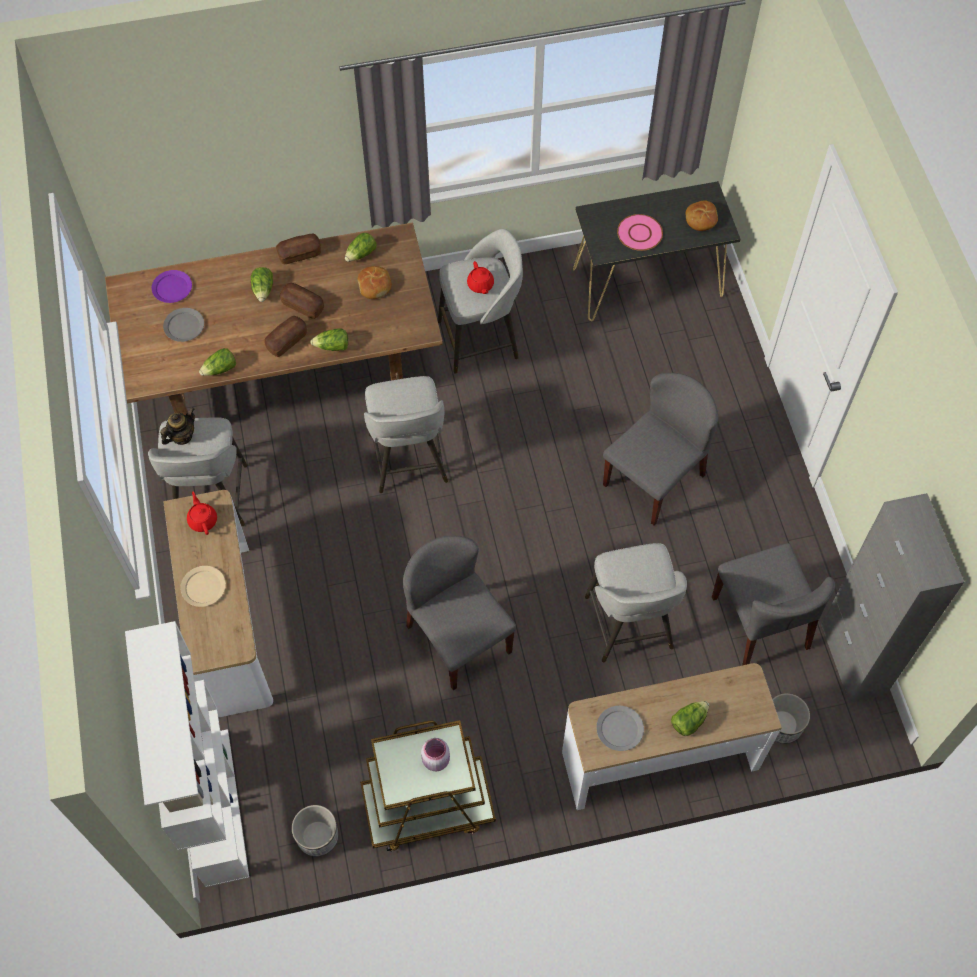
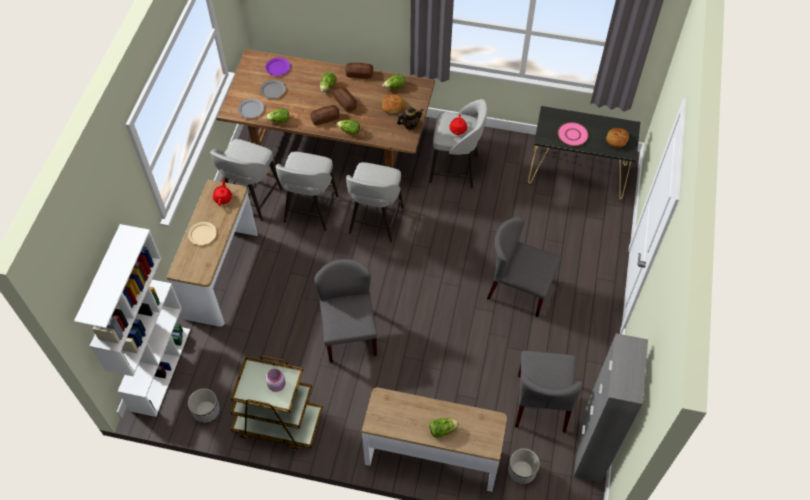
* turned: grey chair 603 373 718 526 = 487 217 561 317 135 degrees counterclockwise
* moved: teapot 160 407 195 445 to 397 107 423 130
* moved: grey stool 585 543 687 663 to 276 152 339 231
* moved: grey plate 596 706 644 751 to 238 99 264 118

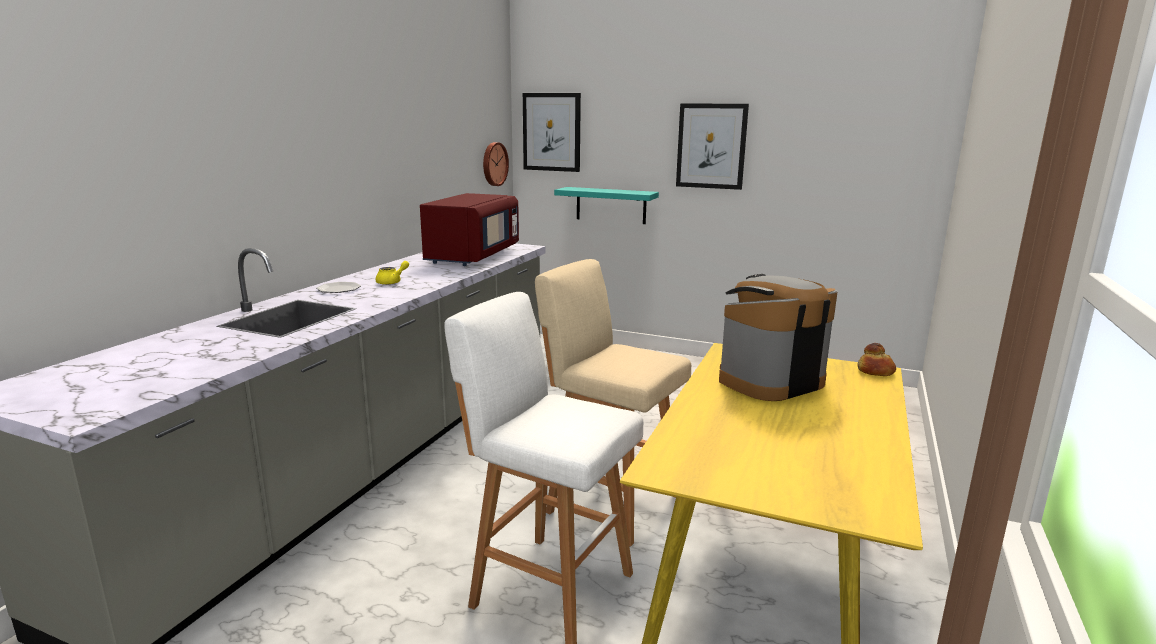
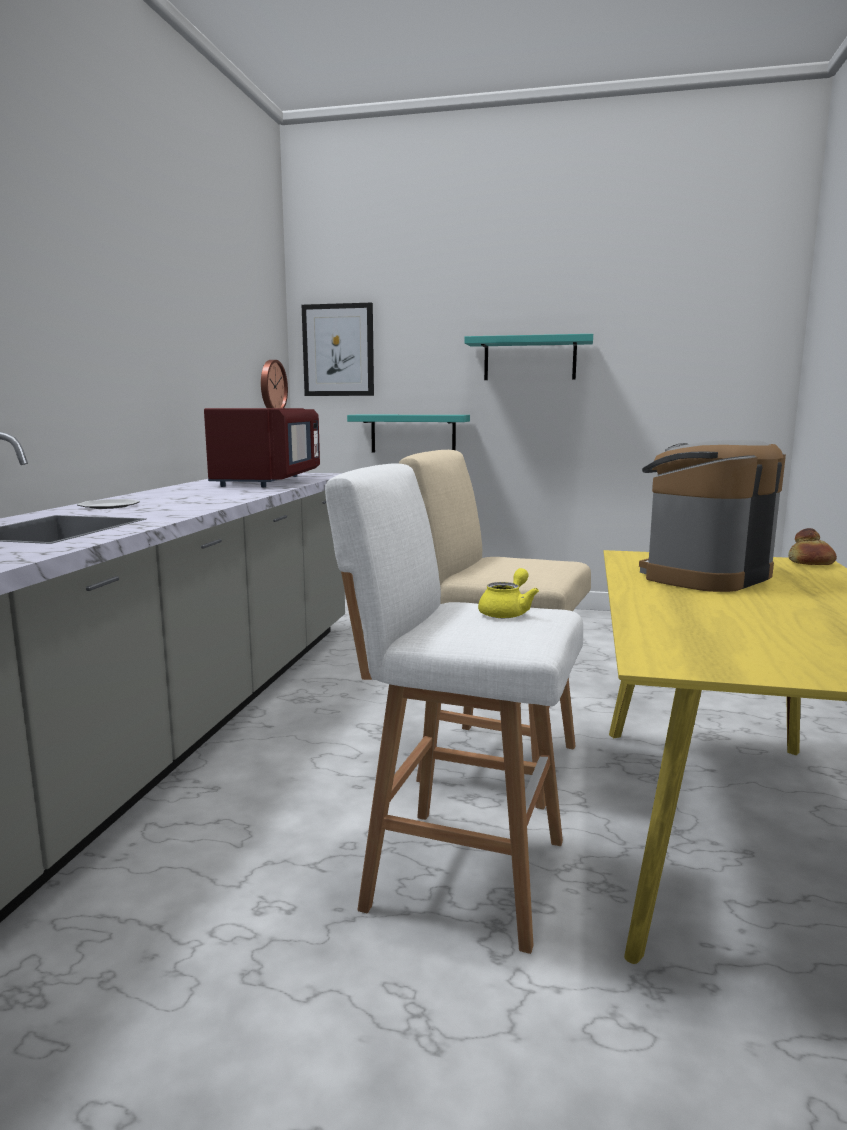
* replaced: picture 676 103 749 190 to turquoise shelf 464 334 593 380
* moved: yellow teapot 376 261 409 285 to 478 568 539 618

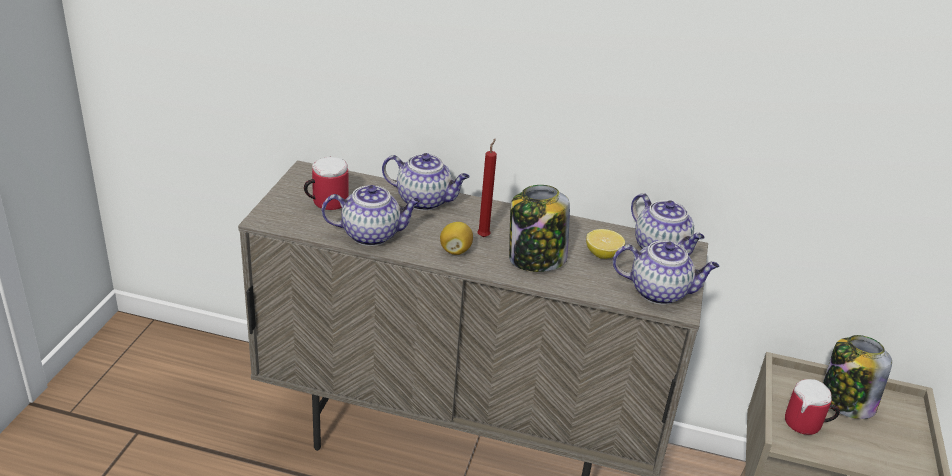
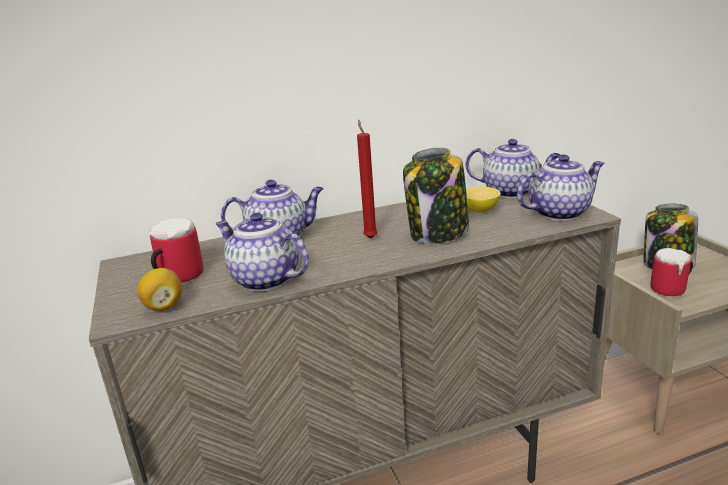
* turned: teapot 322 185 421 246 = 216 213 309 291 105 degrees counterclockwise
* moved: lemon 440 222 473 255 to 137 268 183 311

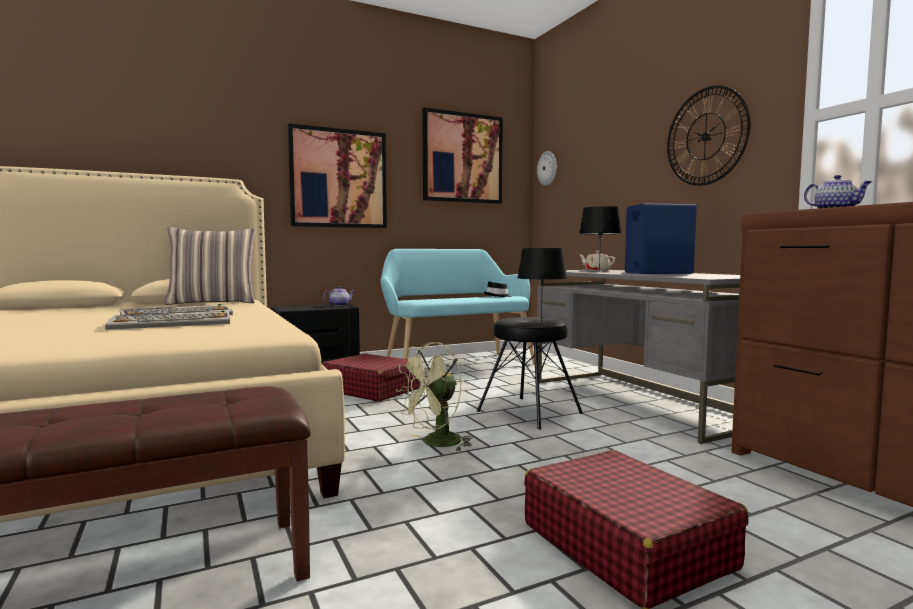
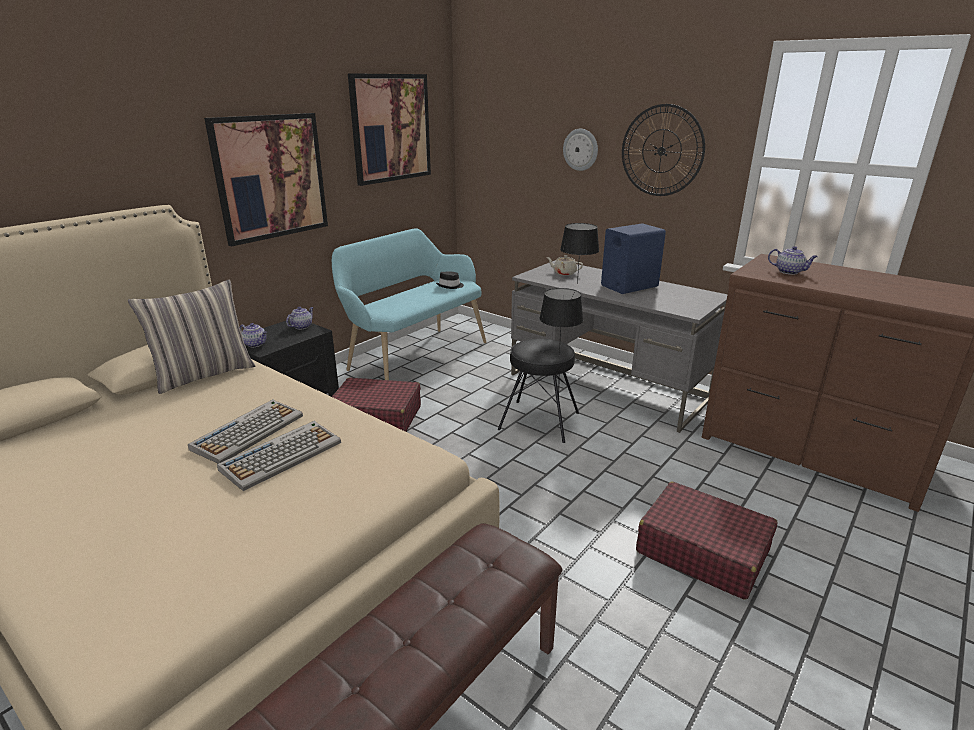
* moved: wall clock 537 151 557 186 to 563 129 598 171
* removed: green fan 396 342 473 451
* added: teapot 240 323 267 347

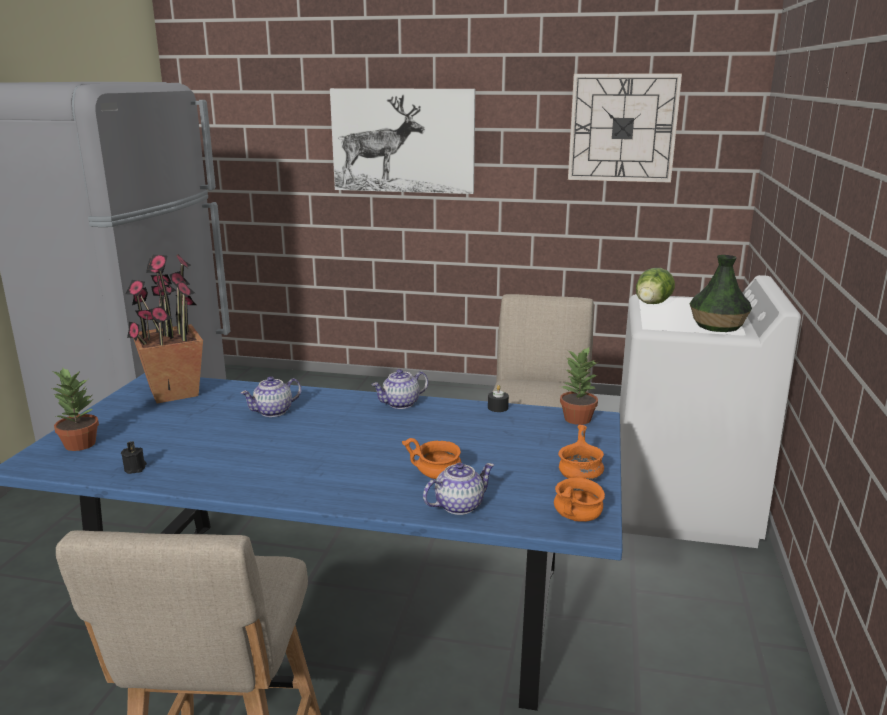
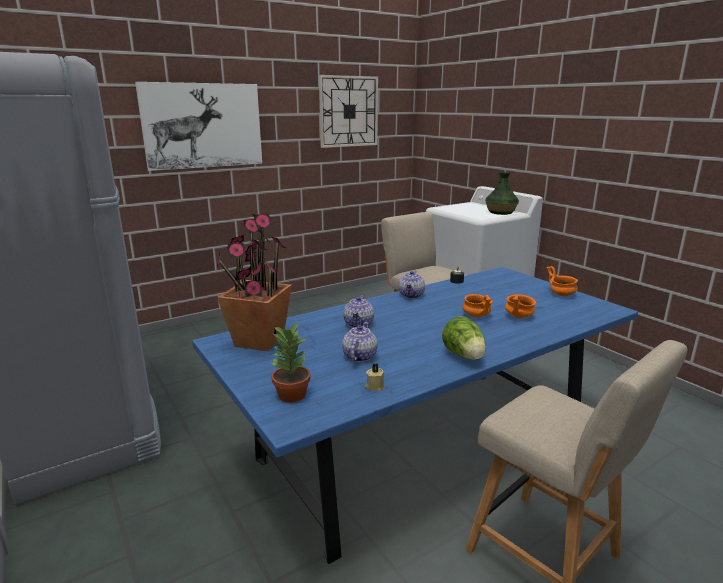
* moved: lettuce 636 268 675 304 to 442 316 486 360
* removed: potted plant 560 346 599 425
* recoloured: black candle 121 441 147 474 to beige candle 365 363 385 391
* moved: teapot 423 463 494 515 to 342 322 378 362
* moved: orange bowl 554 478 605 522 to 462 294 493 318

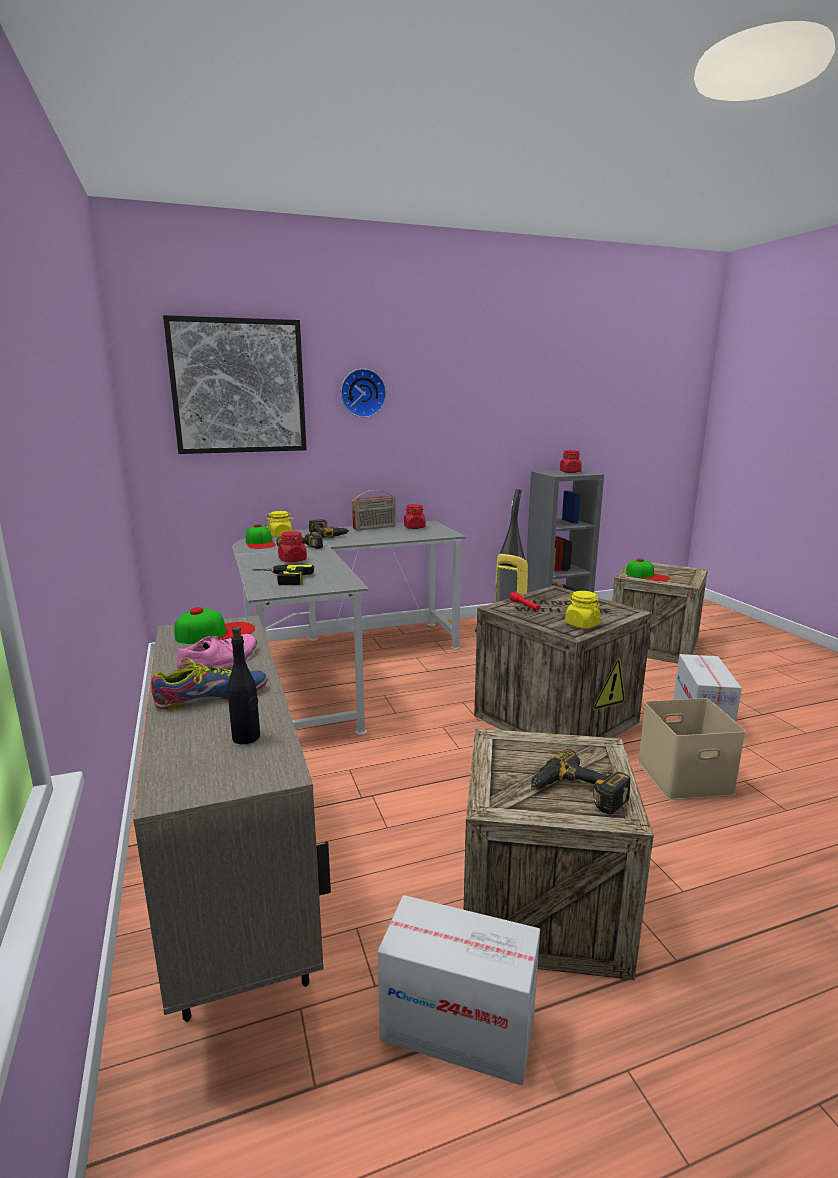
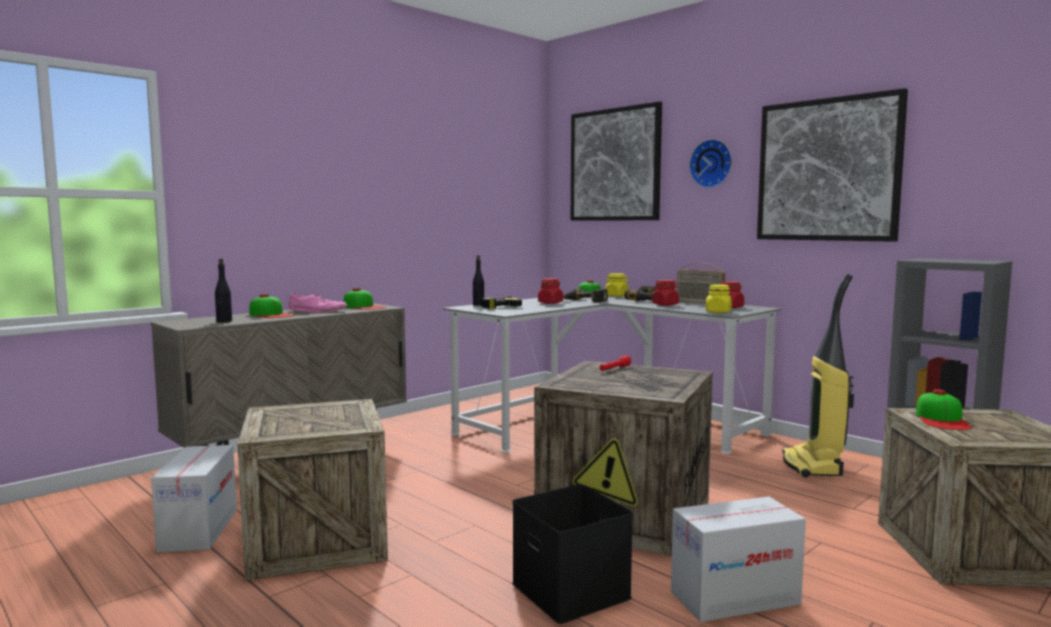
* moved: red jar 560 450 582 473 to 652 280 679 306
* moved: yellow jar 565 591 601 629 to 706 284 732 313
* replaced: shoe 151 658 268 710 to cap 249 294 295 318
* recoloured: beige storage box 638 698 746 800 to black storage box 512 484 633 624
* removed: power drill 531 749 630 815
* added: picture 757 88 908 242
* added: black bottle 473 255 484 306

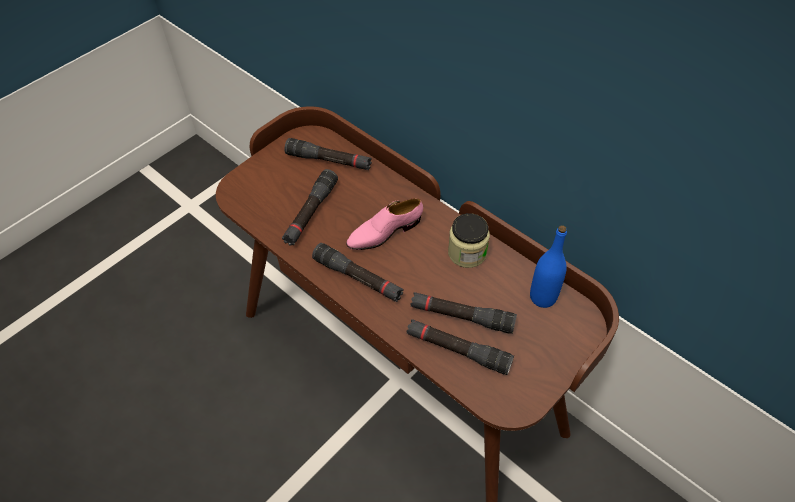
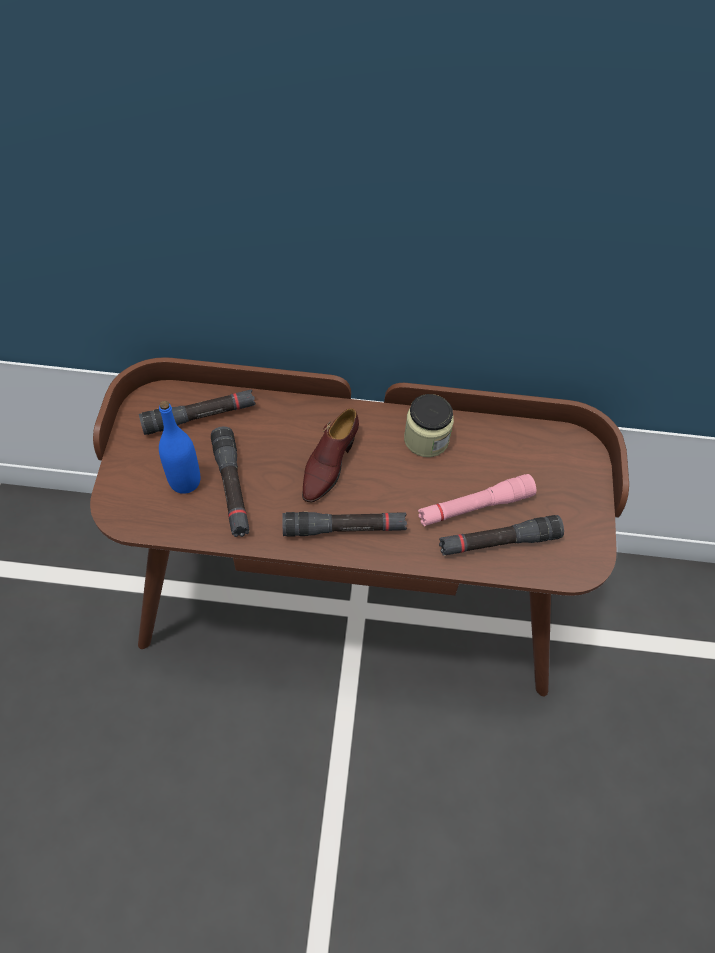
* recoloured: pink shoe 346 198 423 250 to brown shoe 302 408 359 502
* moved: blue bottle 530 225 567 308 to 159 401 200 494
* recoloured: black flashlight 410 292 517 334 to pink flashlight 418 474 536 526

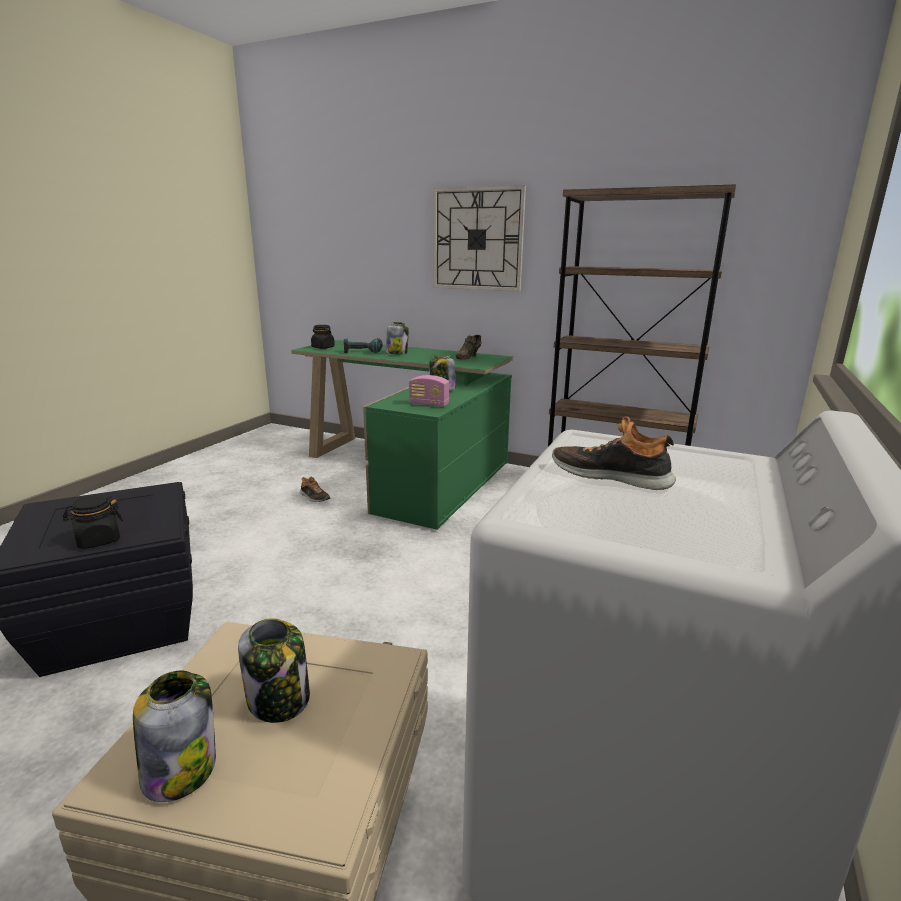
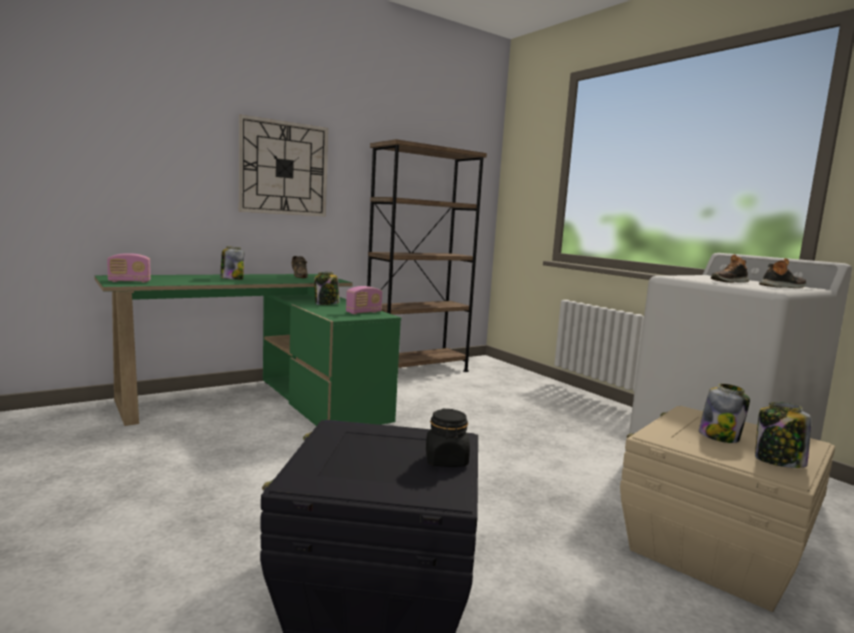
* replaced: black jar 311 325 335 349 to radio 107 253 151 282
* removed: power drill 344 338 383 353
* moved: shoe 300 477 330 502 to 759 258 806 288

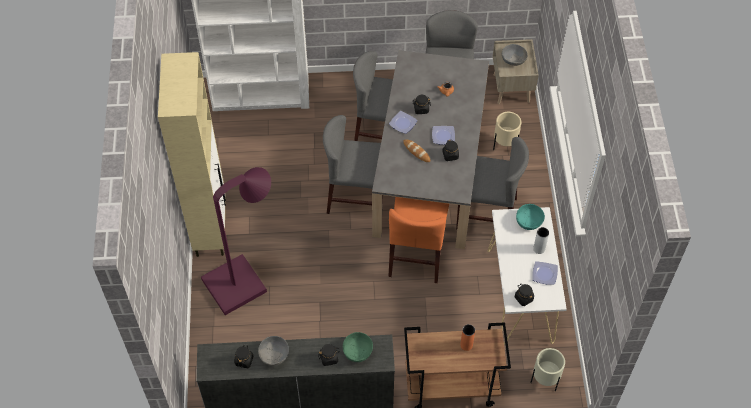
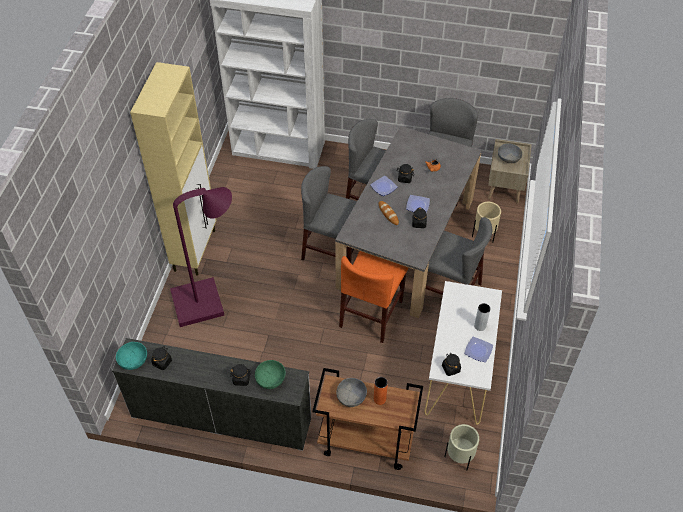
* moved: turquoise bowl 516 204 545 230 to 116 342 147 370
* moved: grey bowl 258 336 289 366 to 336 378 367 407

